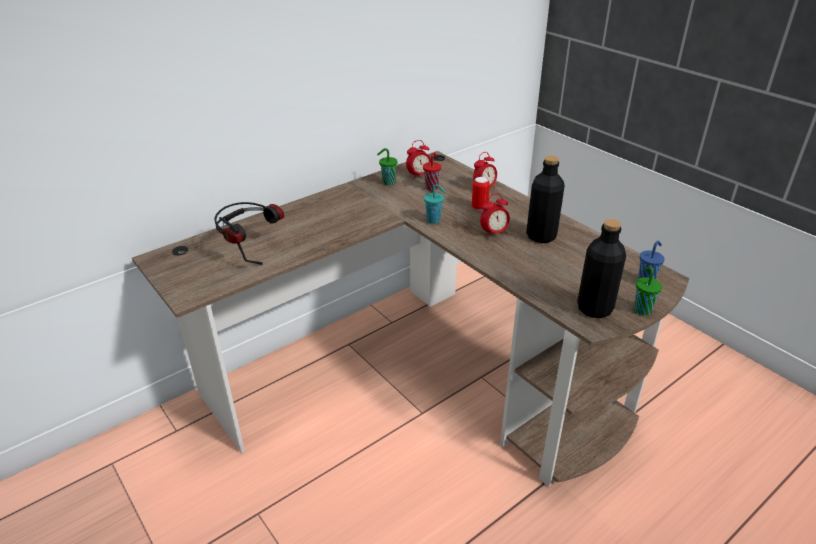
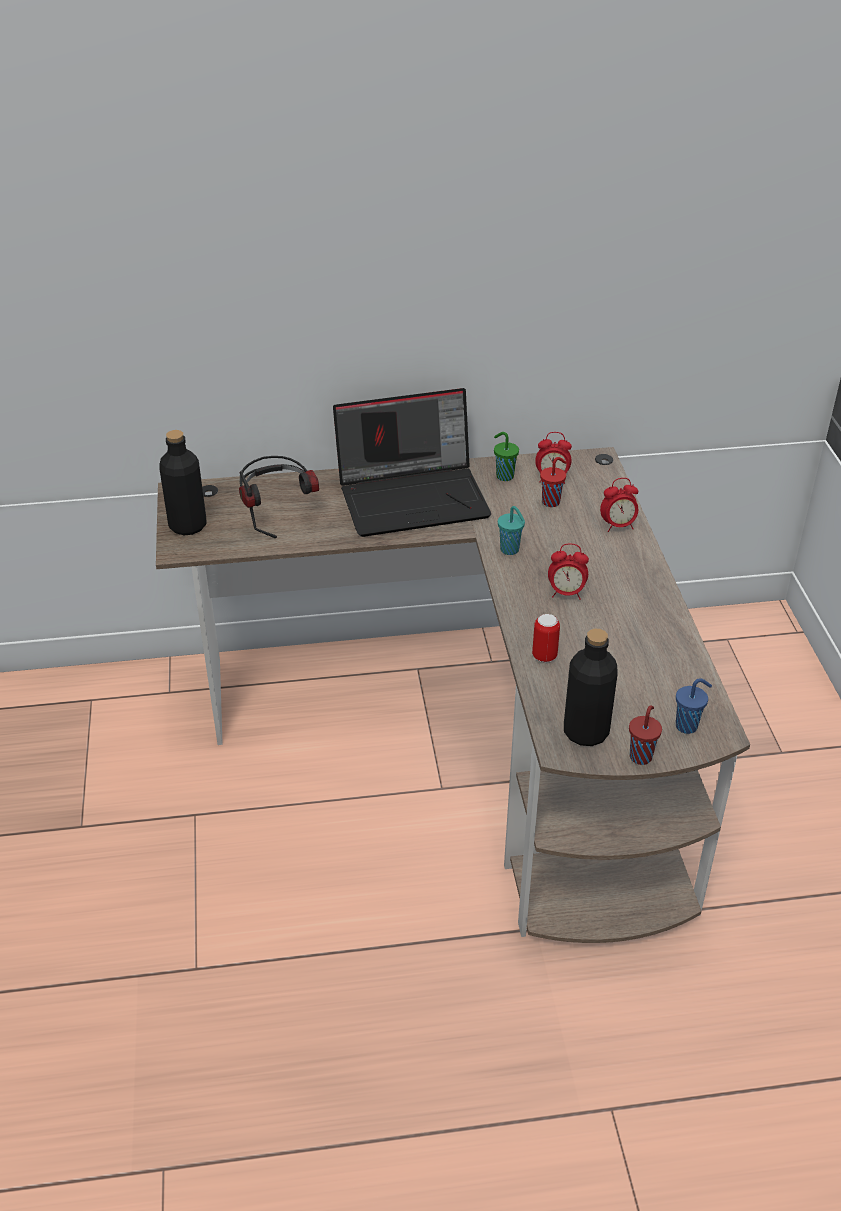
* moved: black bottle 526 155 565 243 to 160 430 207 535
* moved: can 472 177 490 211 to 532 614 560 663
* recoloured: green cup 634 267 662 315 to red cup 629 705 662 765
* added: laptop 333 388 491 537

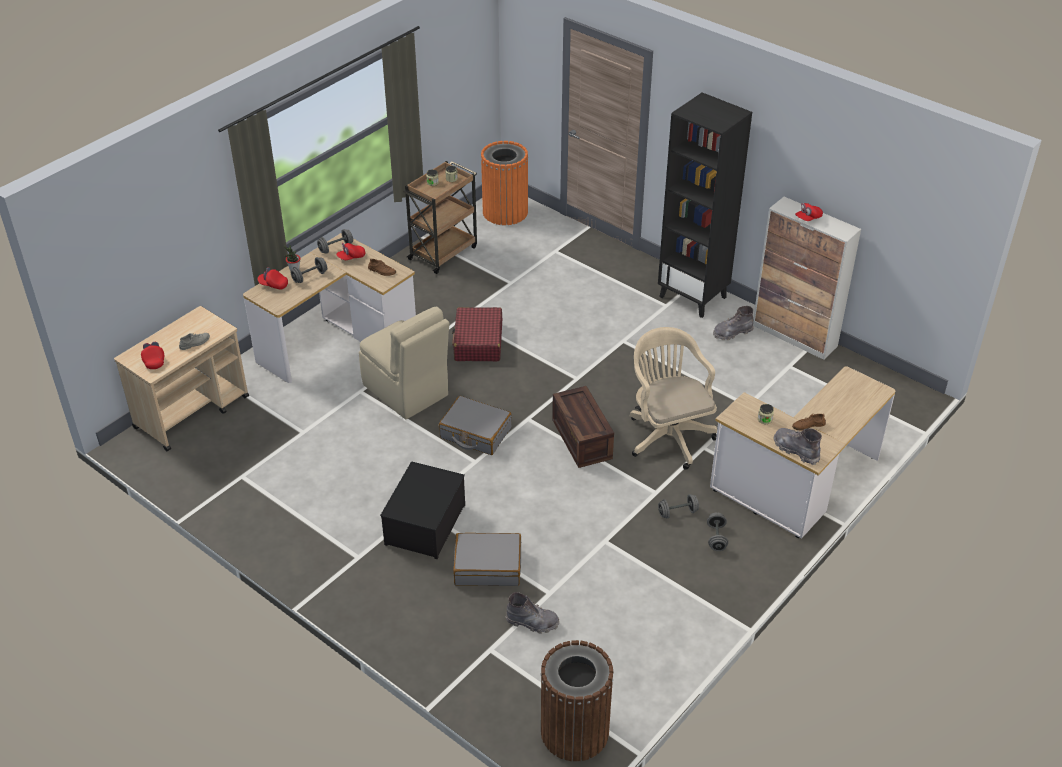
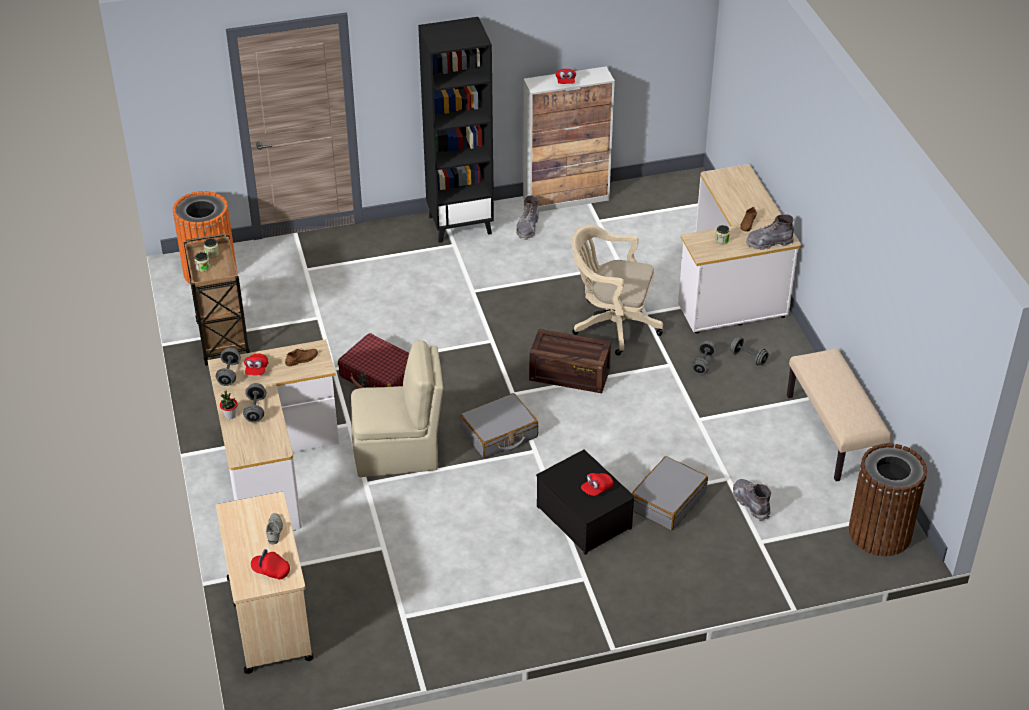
* moved: red cap 258 267 288 290 to 581 473 613 496
* turned: grey boot 506 592 559 634 = 733 479 771 521 75 degrees counterclockwise
* added: beige bench 787 348 891 481

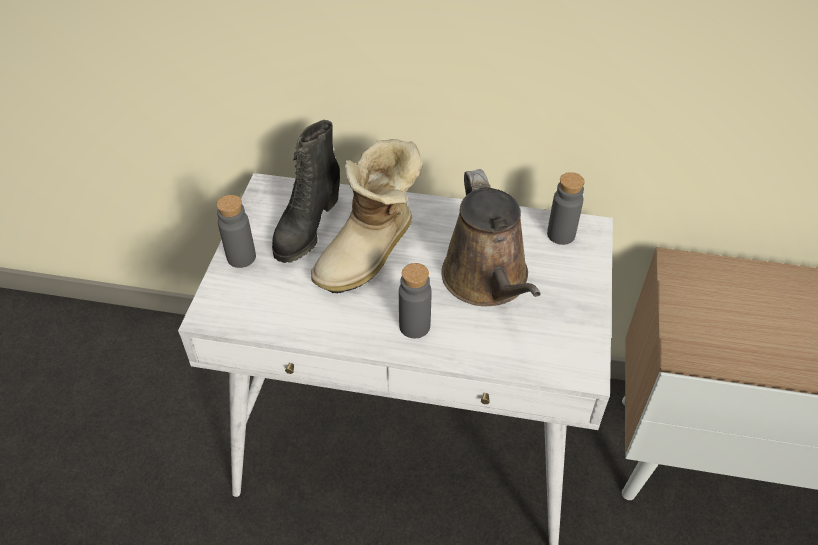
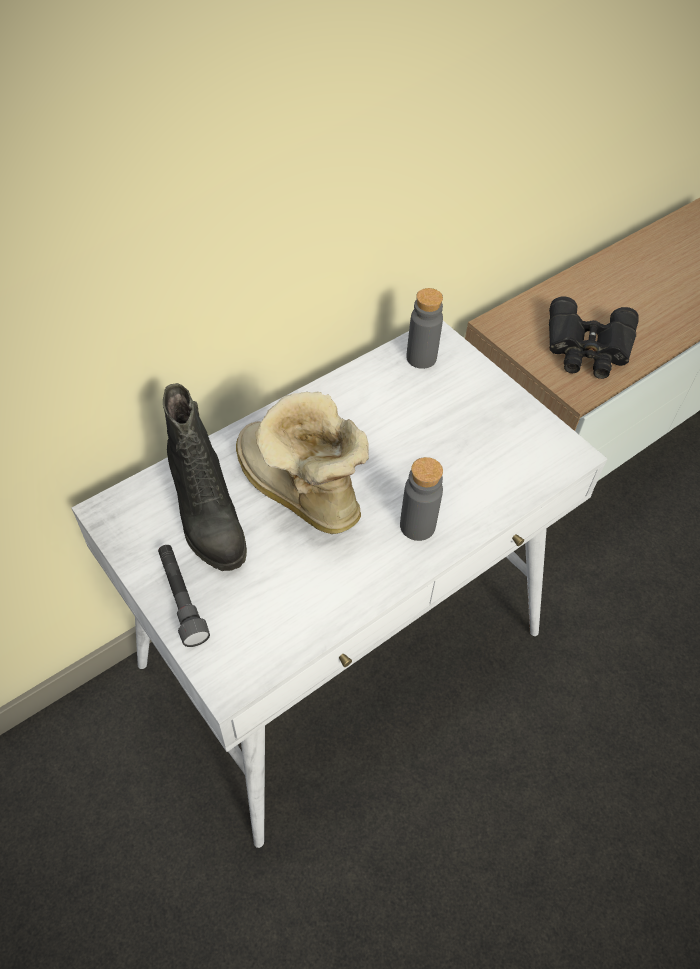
* turned: boot 311 139 423 294 = 236 392 369 534 150 degrees clockwise
* removed: brown watering can 441 169 541 306
* replaced: grey bottle 216 195 256 268 to grey flashlight 158 545 210 647
* added: black binoculars 549 296 639 379

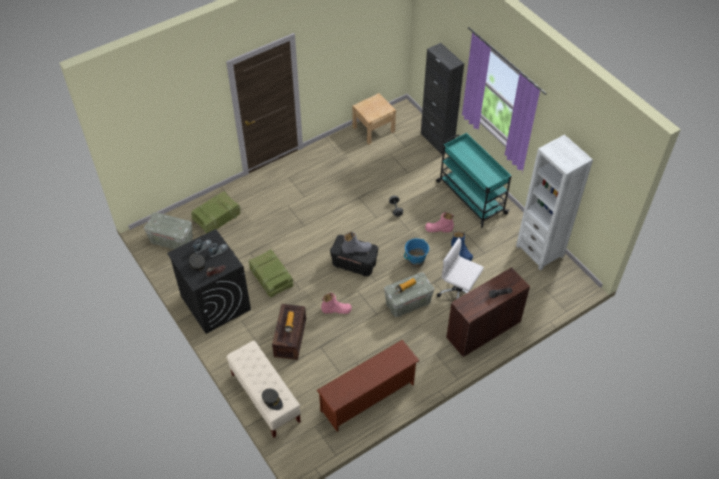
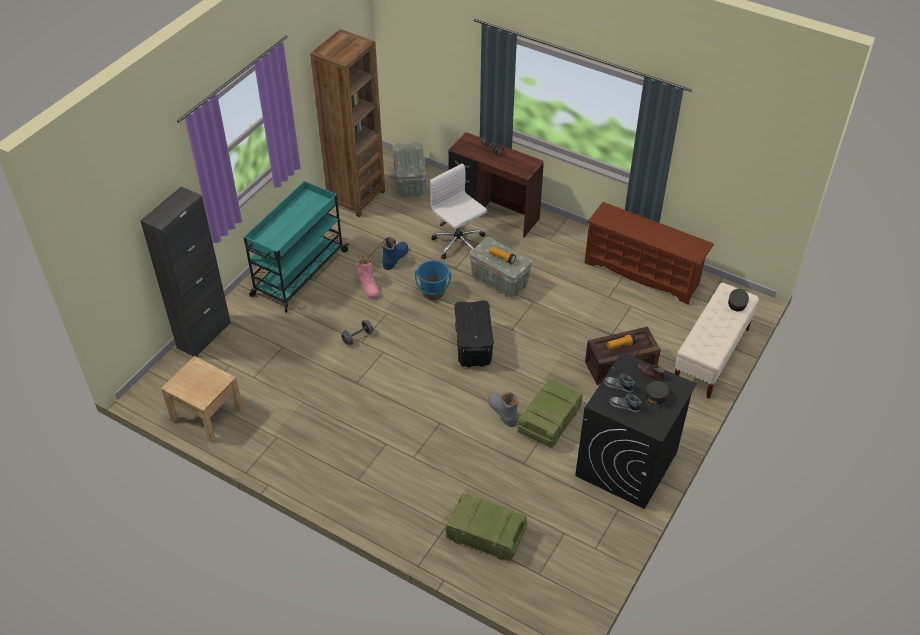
* recoloured: white bookcase 516 135 593 271 to brown bookcase 310 29 385 217
* moved: grey storage box 144 212 193 249 to 392 142 427 198
* moved: grey boot 342 232 372 254 to 488 392 518 427
* turned: white office chair 437 238 484 299 = 430 163 487 259 135 degrees clockwise
* removed: pink boot 321 293 352 314

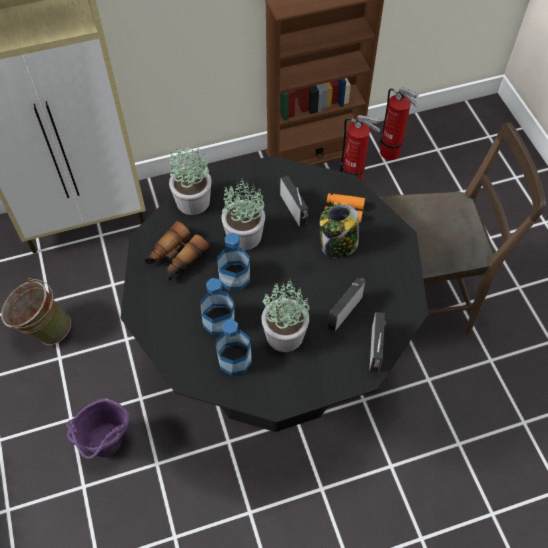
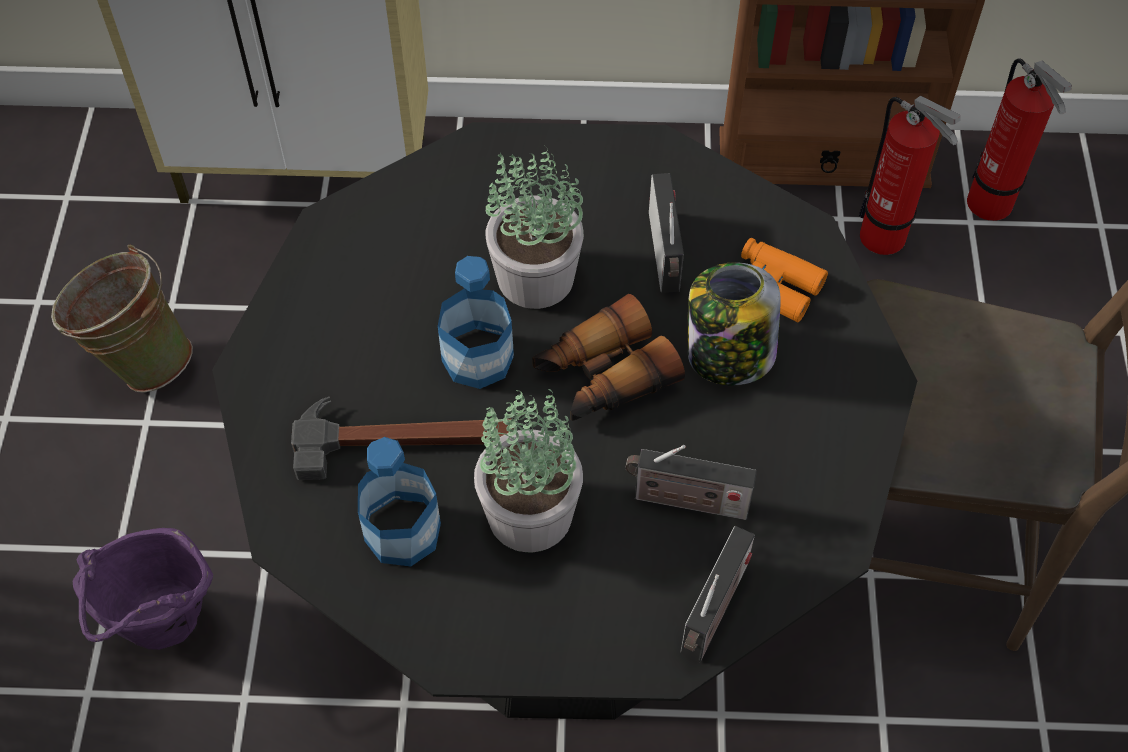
* removed: potted plant 169 146 212 215
* moved: binoculars 144 221 210 281 to 532 294 685 421
* replaced: bottle 200 278 235 335 to hammer 291 397 514 480
* turned: radio 328 278 365 331 = 625 445 757 520 135 degrees counterclockwise

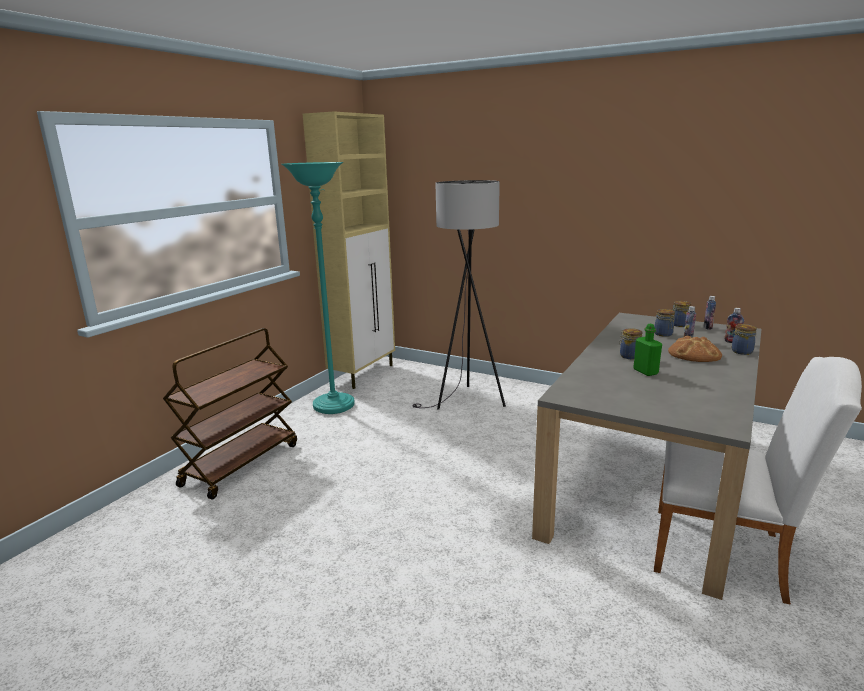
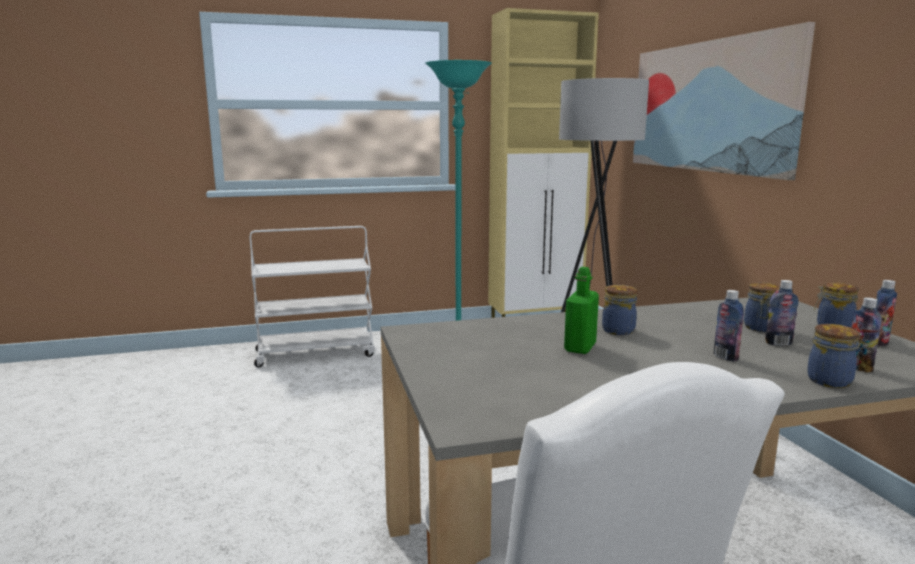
* recoloured: brown cart 163 328 297 499 to white cart 250 226 375 367
* replaced: bread 668 336 722 362 to bottle 714 290 744 362
* added: picture 633 22 815 180

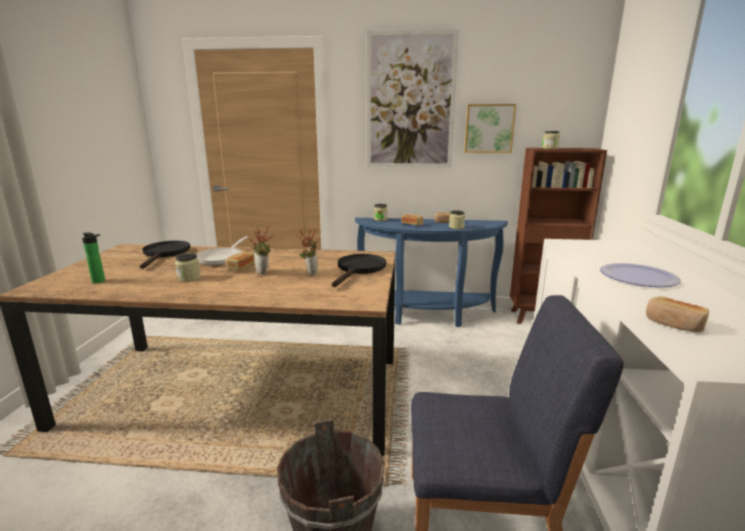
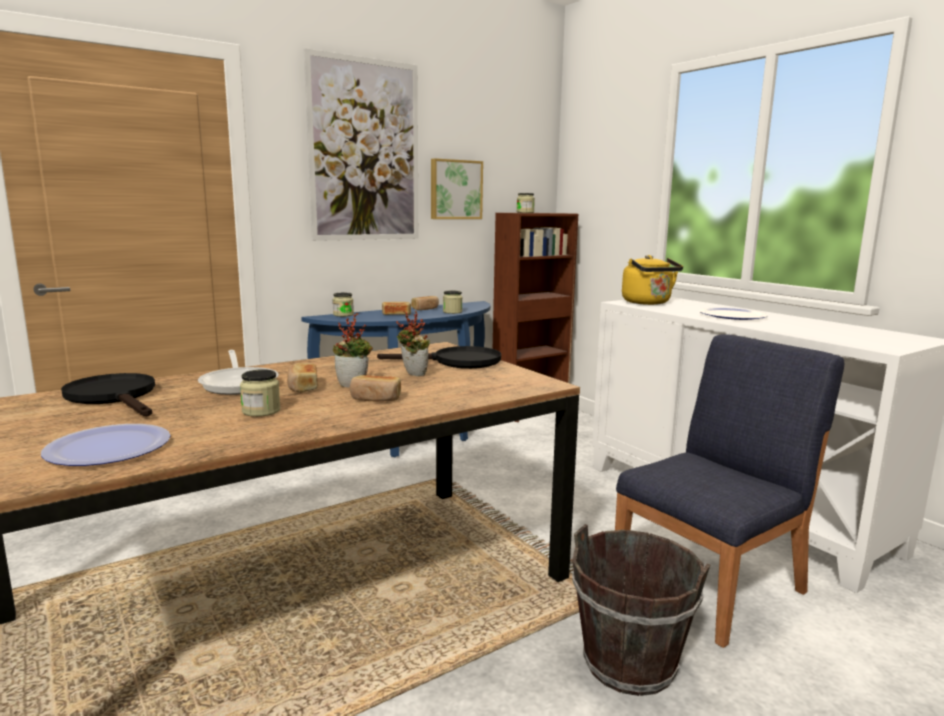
* replaced: bottle 82 232 105 284 to plate 41 424 171 466
* turned: black frying pan 332 254 386 287 = 377 346 501 369 105 degrees clockwise
* moved: bread 646 296 709 332 to 350 375 401 402
* added: yellow kettle 622 255 683 305

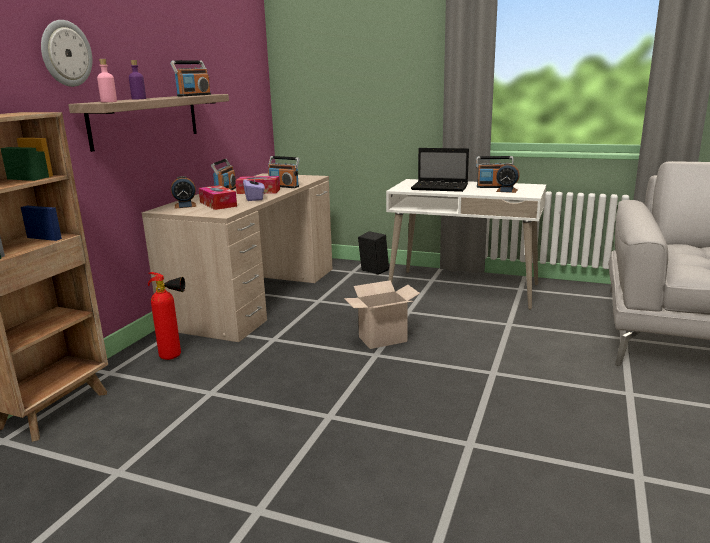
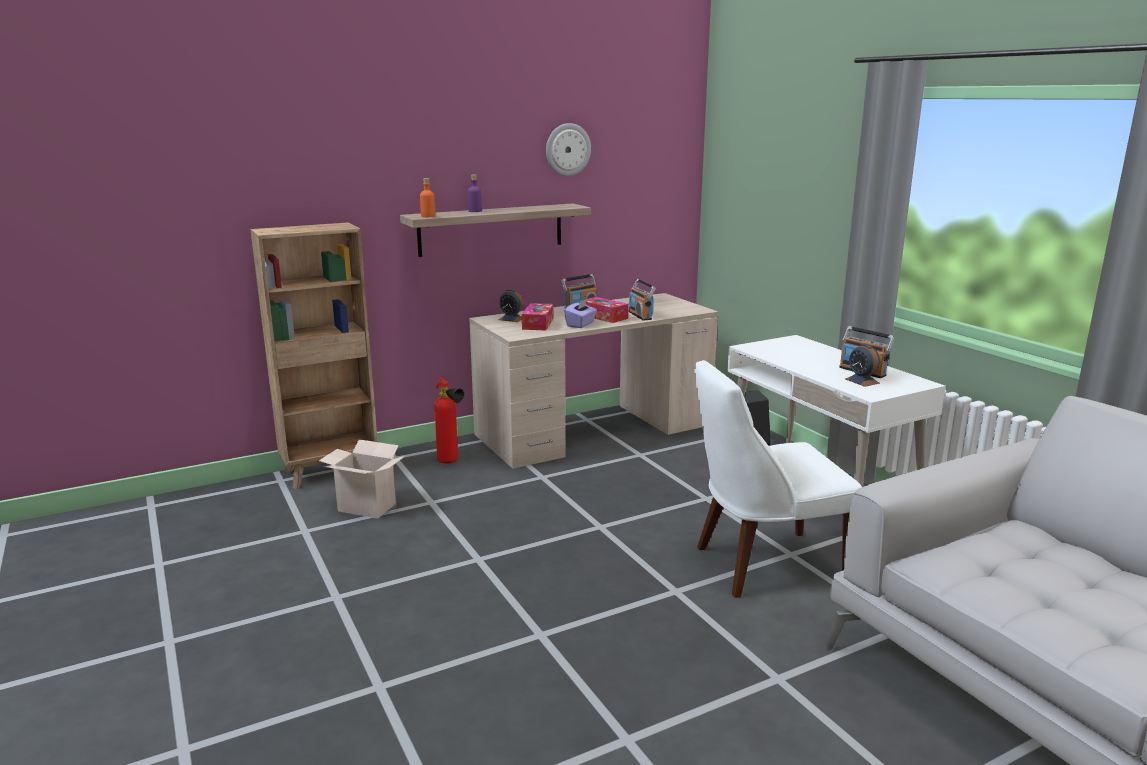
* moved: wall clock 41 20 92 87 to 546 123 591 176
* recoloured: pink bottle 97 59 117 102 to orange bottle 420 178 435 217
* removed: radio 170 60 211 96
* removed: laptop 411 148 469 192
* moved: cardboard box 344 280 420 349 to 319 439 405 519
* added: white chair 694 360 862 598

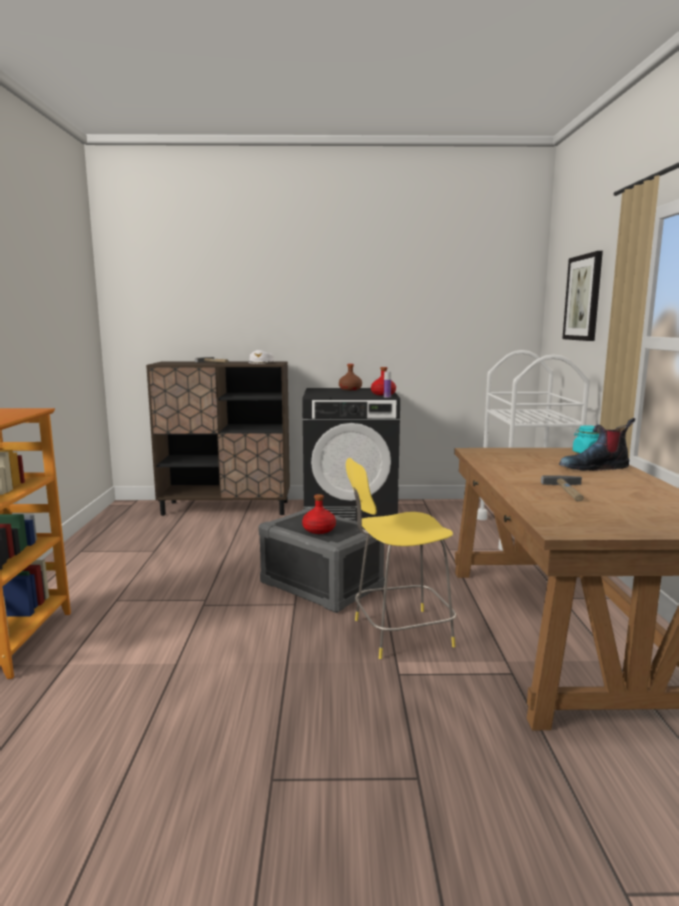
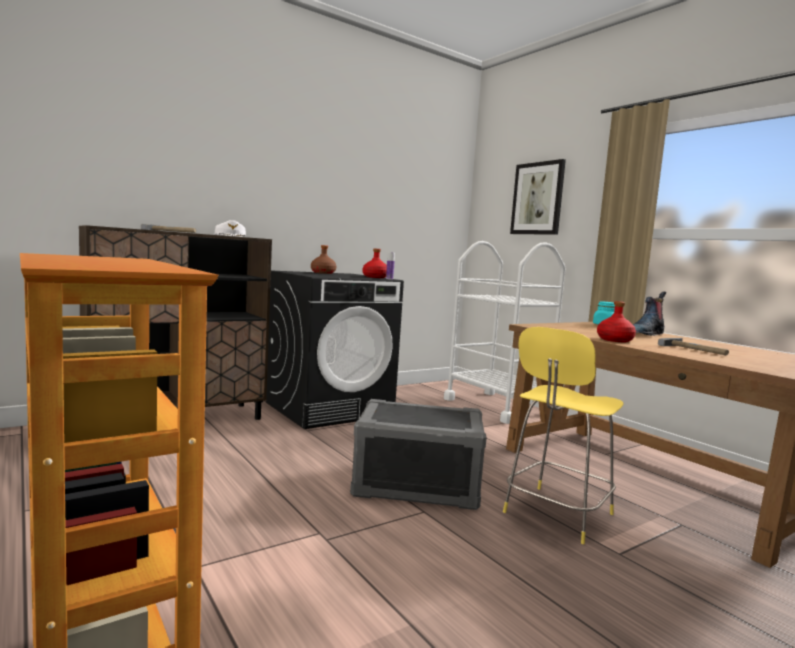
* moved: red bottle 302 494 336 534 to 597 301 636 342

